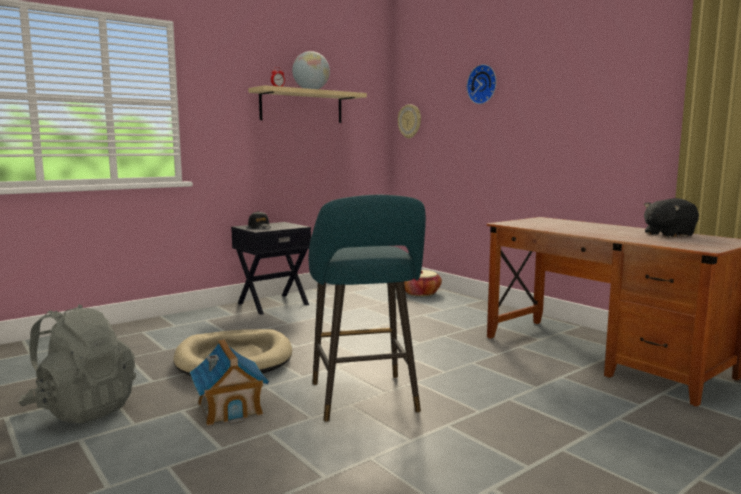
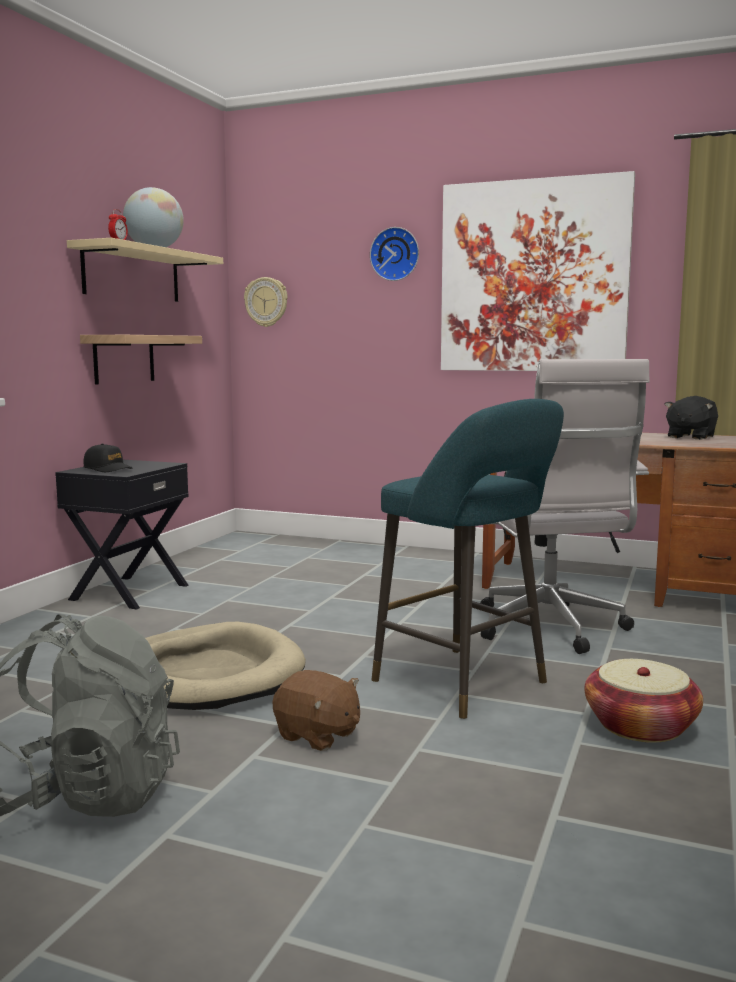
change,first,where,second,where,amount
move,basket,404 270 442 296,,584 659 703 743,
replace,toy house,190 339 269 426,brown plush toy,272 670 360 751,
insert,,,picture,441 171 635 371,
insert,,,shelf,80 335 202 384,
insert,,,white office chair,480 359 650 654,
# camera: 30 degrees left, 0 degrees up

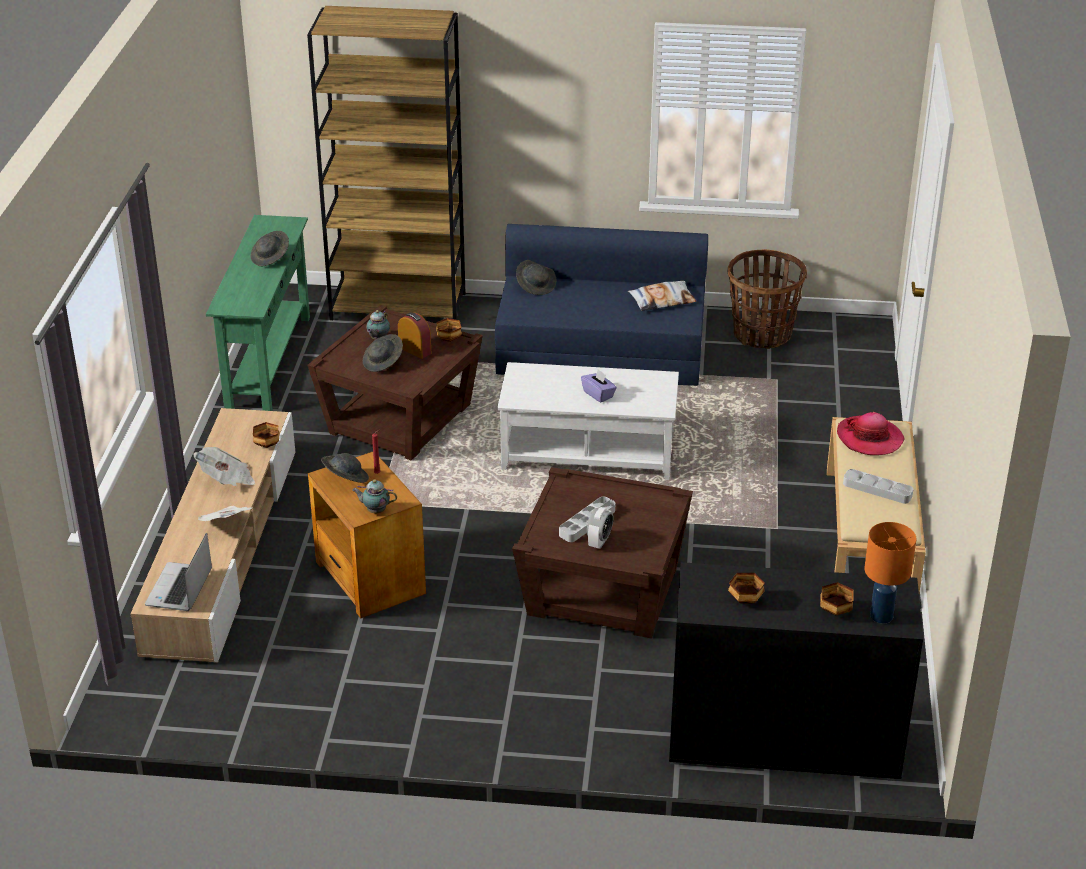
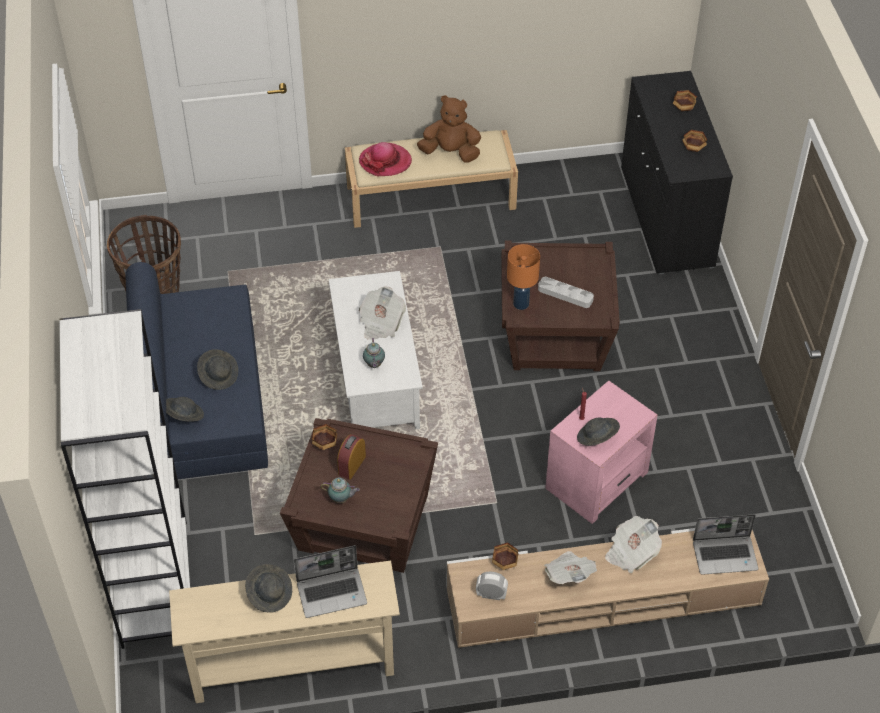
change,first,where,second,where,amount
recolor,brown bookcase,307 6 466 320,white bookcase,59 309 190 649,
recolor,green console table,206 215 310 411,beige console table,169 560 400 703,
delete,pillow,628 281 696 311,,,
move,grey hat,363 334 403 372,,197 349 238 390,
replace,purple tissue box,581 369 617 403,newspaper,359 286 406 340,
recolor,brown side table,308 452 426 618,pink side table,545 381 658 524,
replace,grey tray,843 469 914 504,brown plush toy,417 95 481 162,
move,teapot,352 479 397 513,,363 338 385 368,
move,alarm clock,587 507 613 549,,476 572 508 600,
move,orange table lamp,864 522 916 624,,507 244 540 310,
insert,,,laptop,294 545 367 618,
# camera: 105 degrees left, 15 degrees up

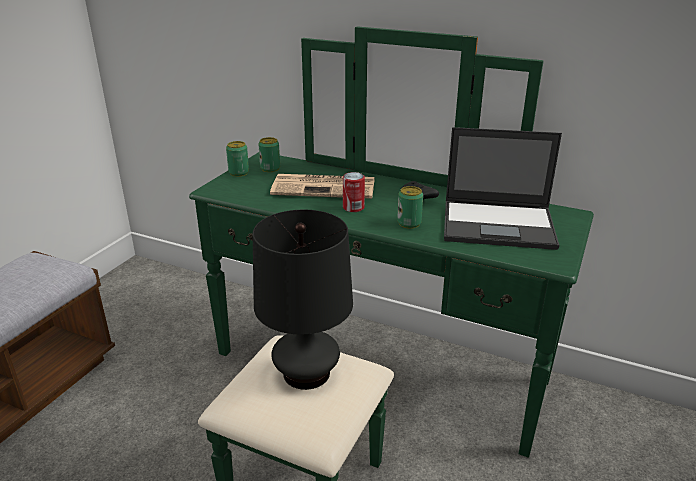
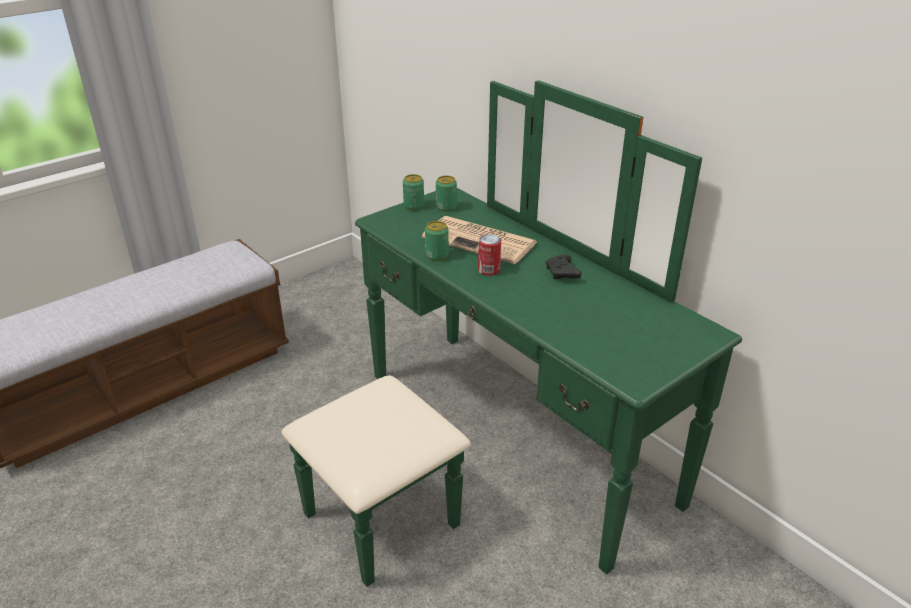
change,first,where,second,where,amount
delete,laptop,444 127 562 250,,,
move,can,397 186 423 229,,425 221 449 261,
delete,black table lamp,253 210 353 390,,,
# camera: 25 degrees right, 5 degrees up

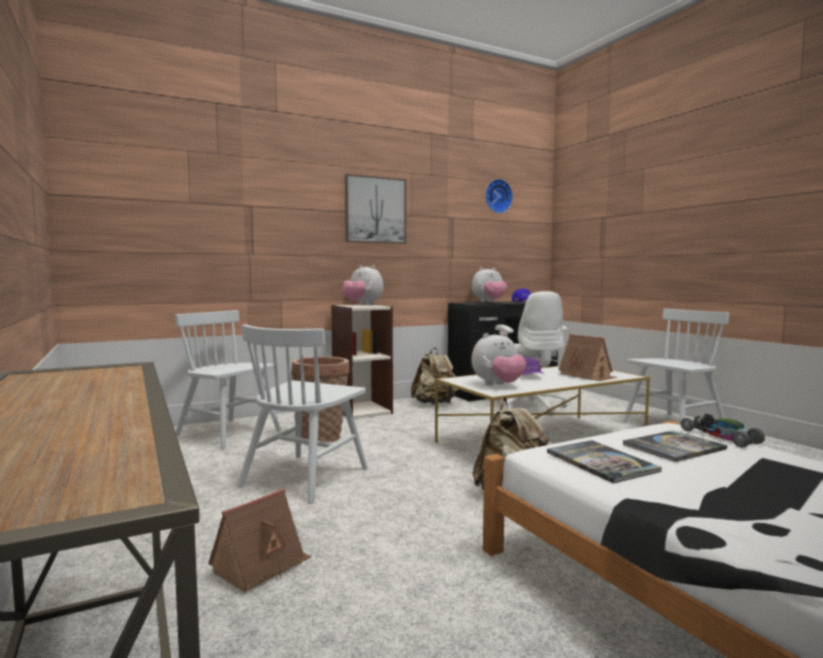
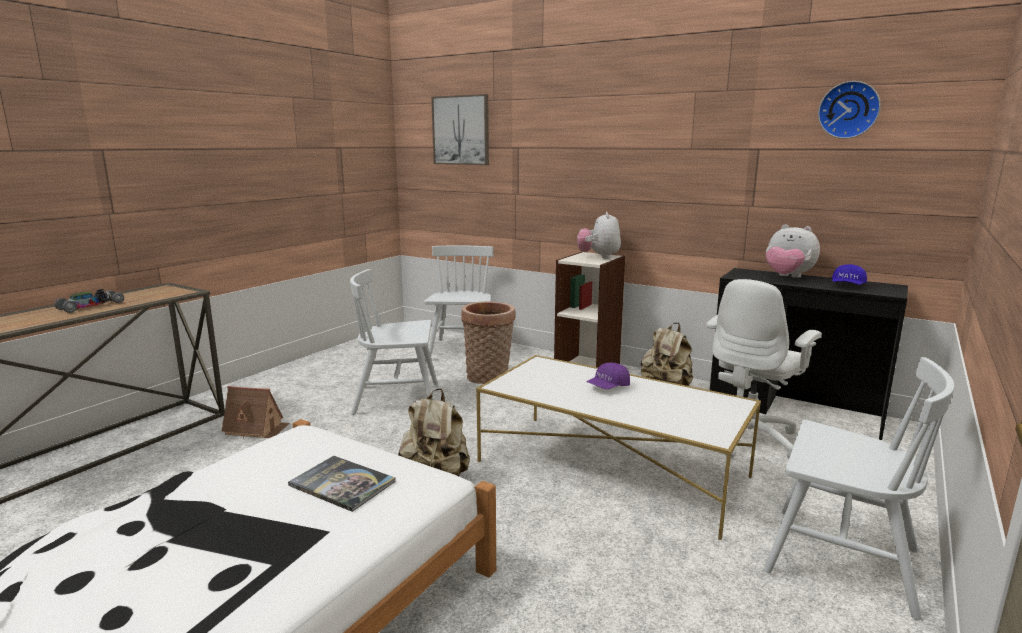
change,first,where,second,where,amount
move,picture,345 174 406 244,,431 94 489 165,
delete,plush toy,472 332 526 385,,,
delete,toy house,558 334 618 381,,,
move,toy car,680 414 765 447,,54 289 124 313,
delete,book,547 440 662 483,,,
# camera: 60 degrees right, 10 degrees up

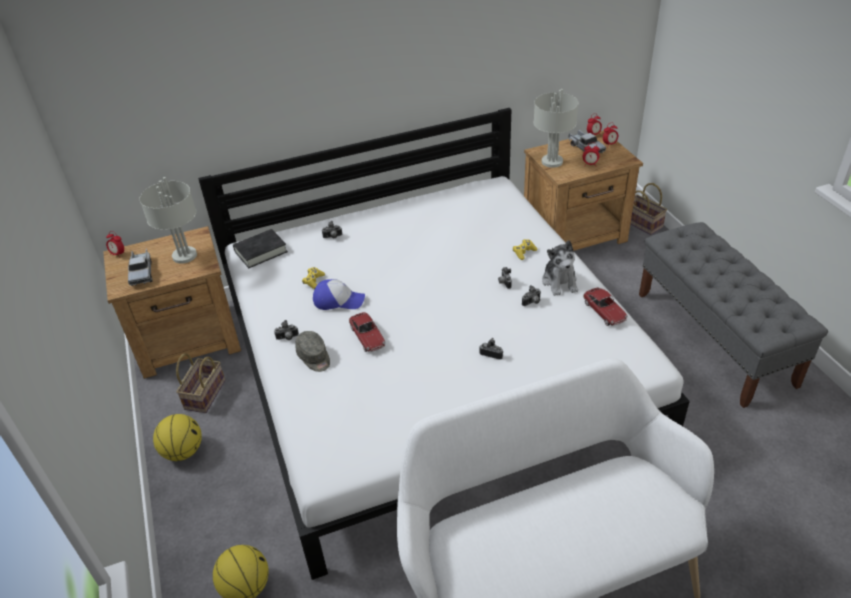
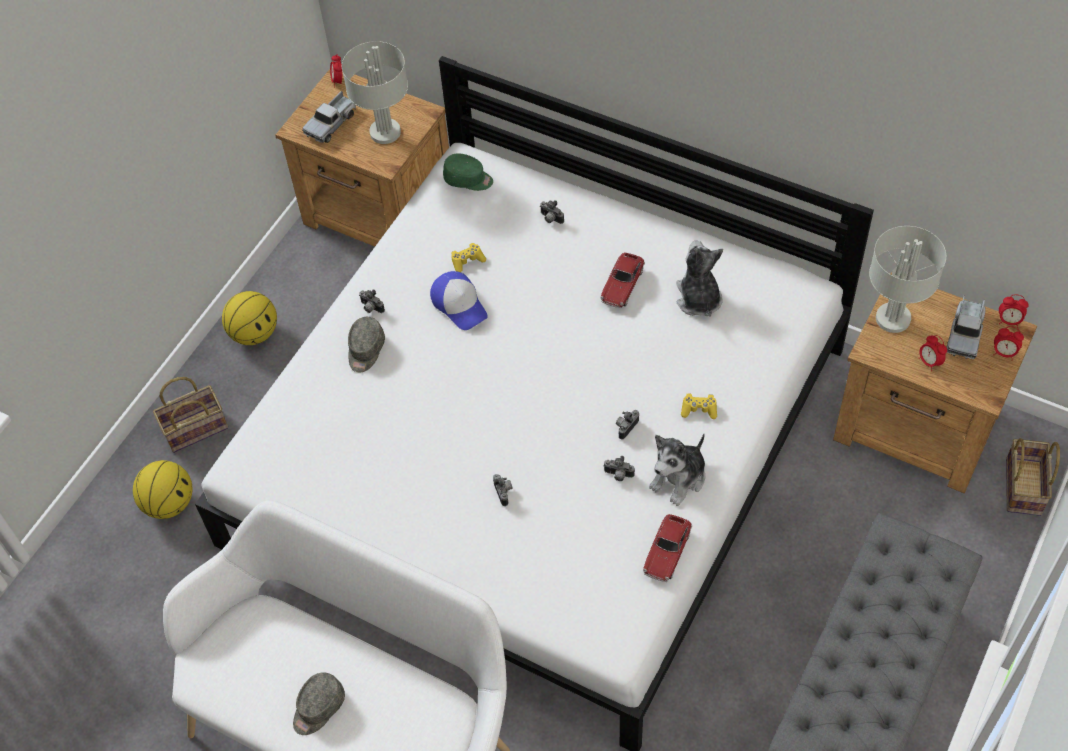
change,first,where,second,where,amount
replace,black book,233 229 288 268,green cap,443 153 493 191,
move,toy car,349 312 385 352,,600 253 645 308,
move,basket,176 353 225 413,,153 377 228 453,
insert,,,plush toy,676 240 723 317,
insert,,,grey cap,293 672 345 735,
# camera: 50 degrees right, 15 degrees up

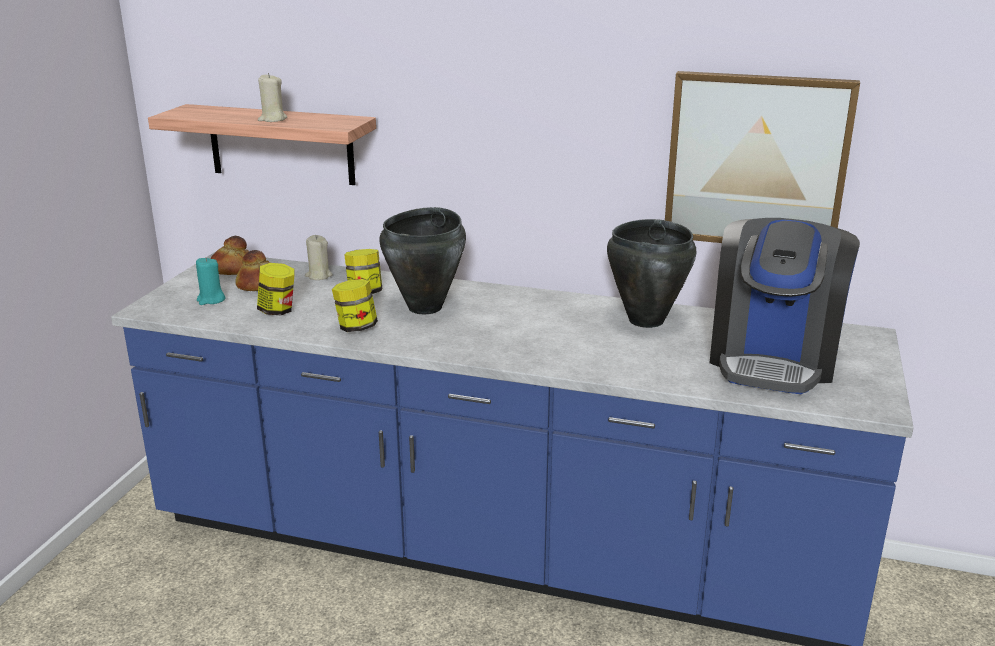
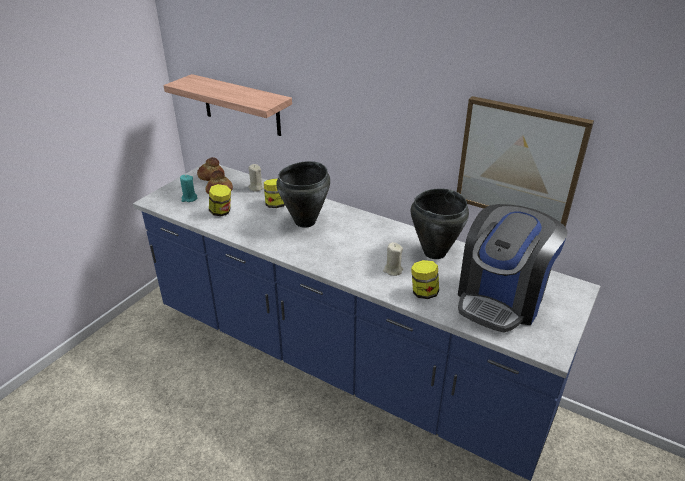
change,first,where,second,where,amount
move,beige candle,258 73 287 122,,383 242 403 276,
move,jar,332 279 378 332,,411 260 439 299,
# camera: 15 degrees right, 10 degrees up

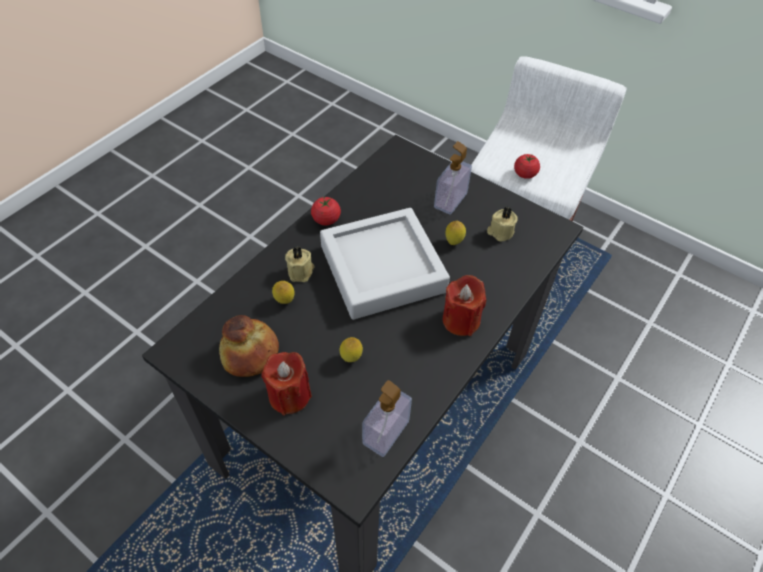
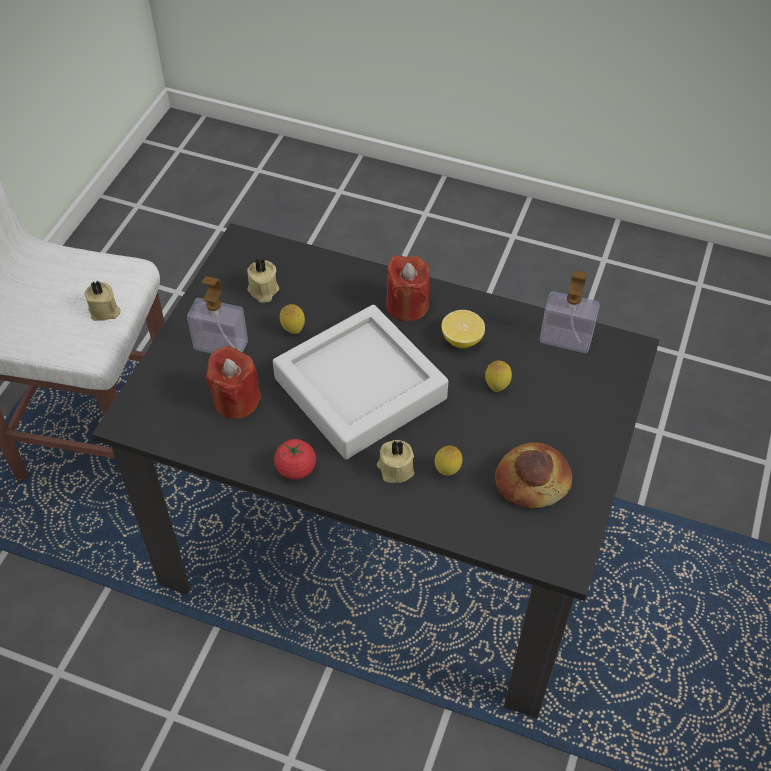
change,first,where,second,where,amount
replace,tomato,514 154 540 179,beige candle,84 281 121 321,
move,red candle,261 352 312 415,,206 346 261 419,
insert,,,lemon,441 310 485 348,
# camera: 105 degrees left, 0 degrees up

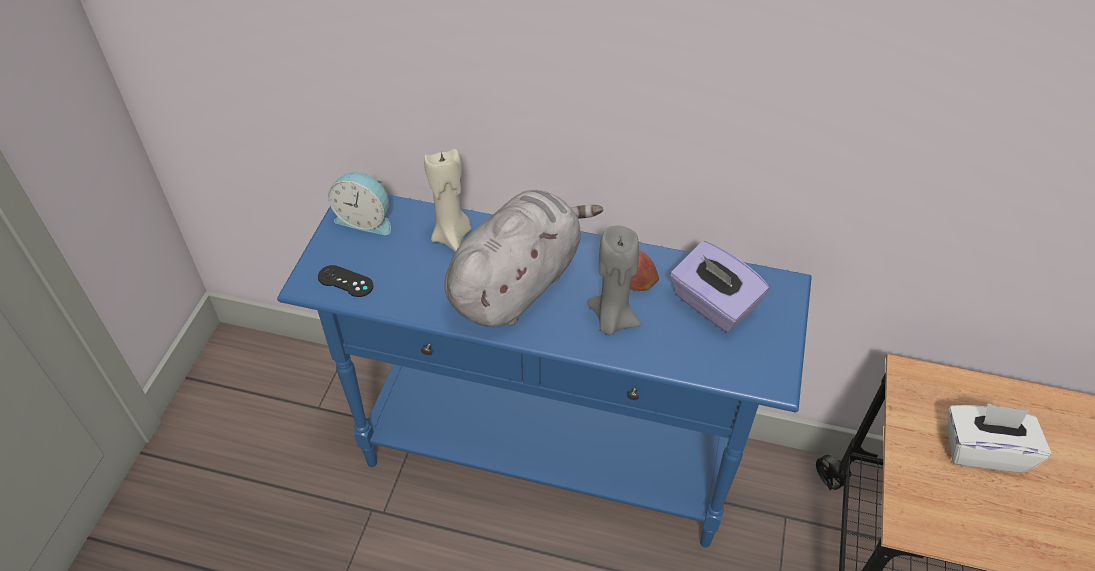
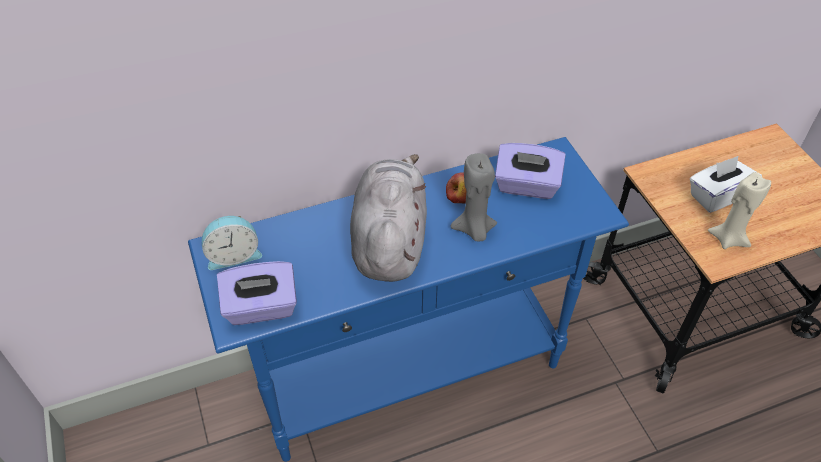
change,first,where,second,where,amount
move,beige candle,424 149 471 252,,708 172 771 249,
replace,black game controller,318 265 373 297,purple tissue box,217 261 297 325,
# camera: 35 degrees left, 0 degrees up

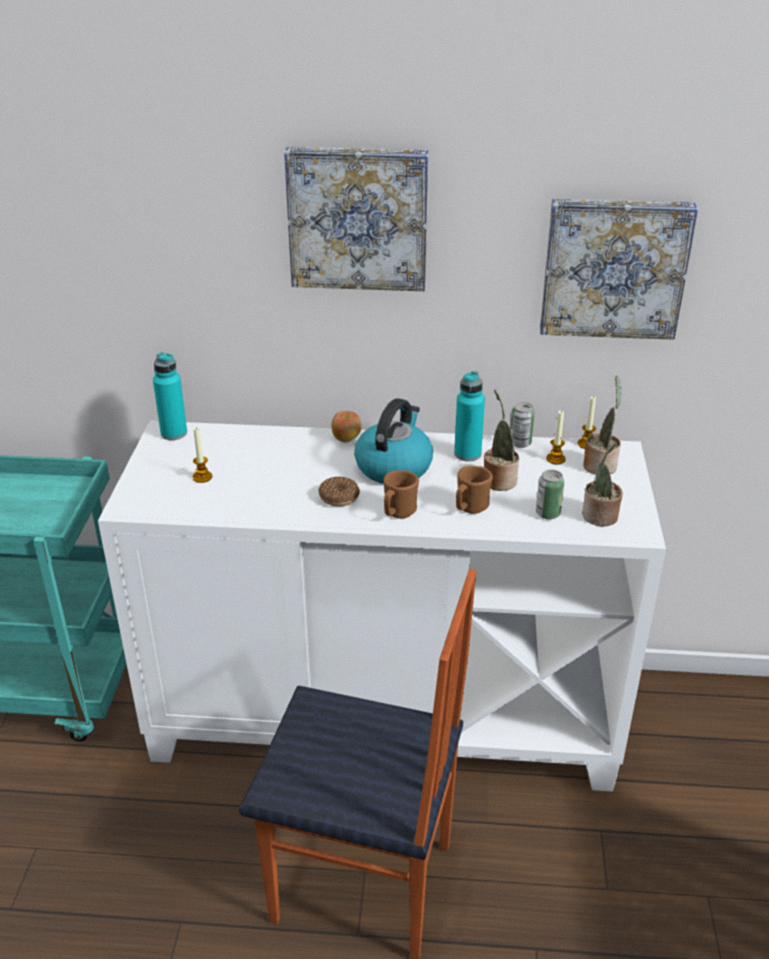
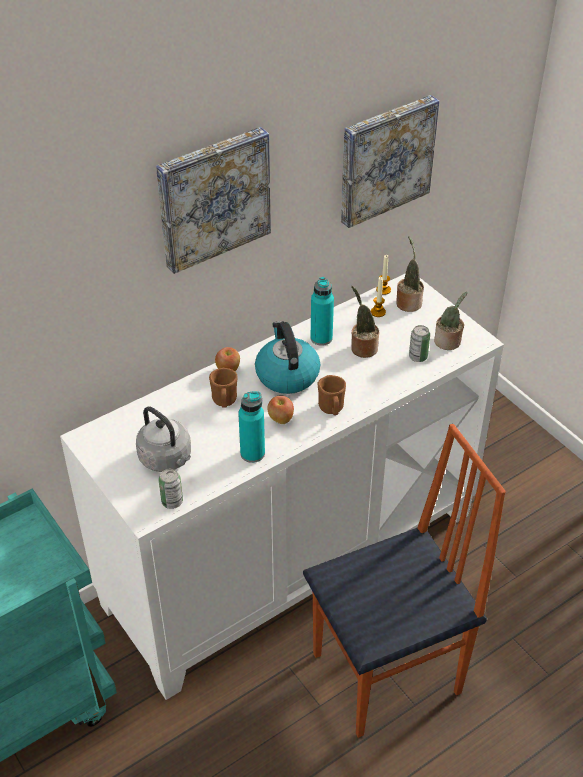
change,first,where,second,where,amount
move,turquoise bottle,153 352 187 440,,238 391 265 463,
move,can,510 402 535 448,,159 469 183 509,
replace,candle,192 427 212 483,grey kettle,136 407 191 472,
move,brown mug,456 466 493 514,,209 367 238 408,
replace,donut,319 477 360 506,apple,268 396 294 424,
# camera: 40 degrees left, 10 degrees up

